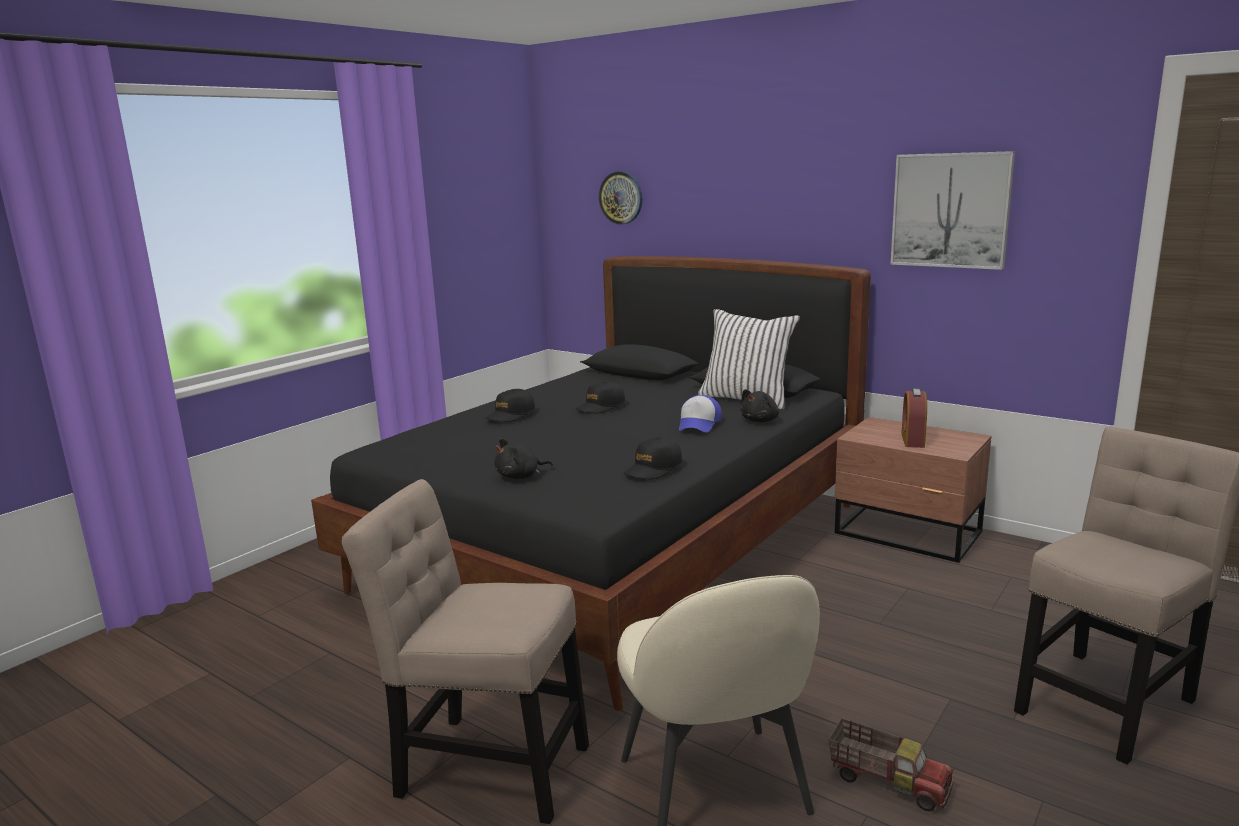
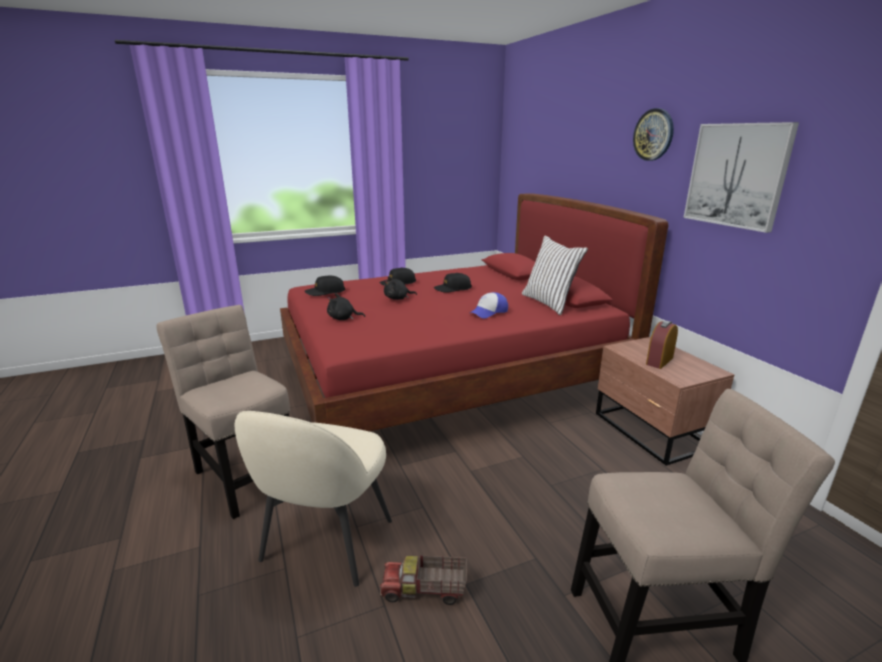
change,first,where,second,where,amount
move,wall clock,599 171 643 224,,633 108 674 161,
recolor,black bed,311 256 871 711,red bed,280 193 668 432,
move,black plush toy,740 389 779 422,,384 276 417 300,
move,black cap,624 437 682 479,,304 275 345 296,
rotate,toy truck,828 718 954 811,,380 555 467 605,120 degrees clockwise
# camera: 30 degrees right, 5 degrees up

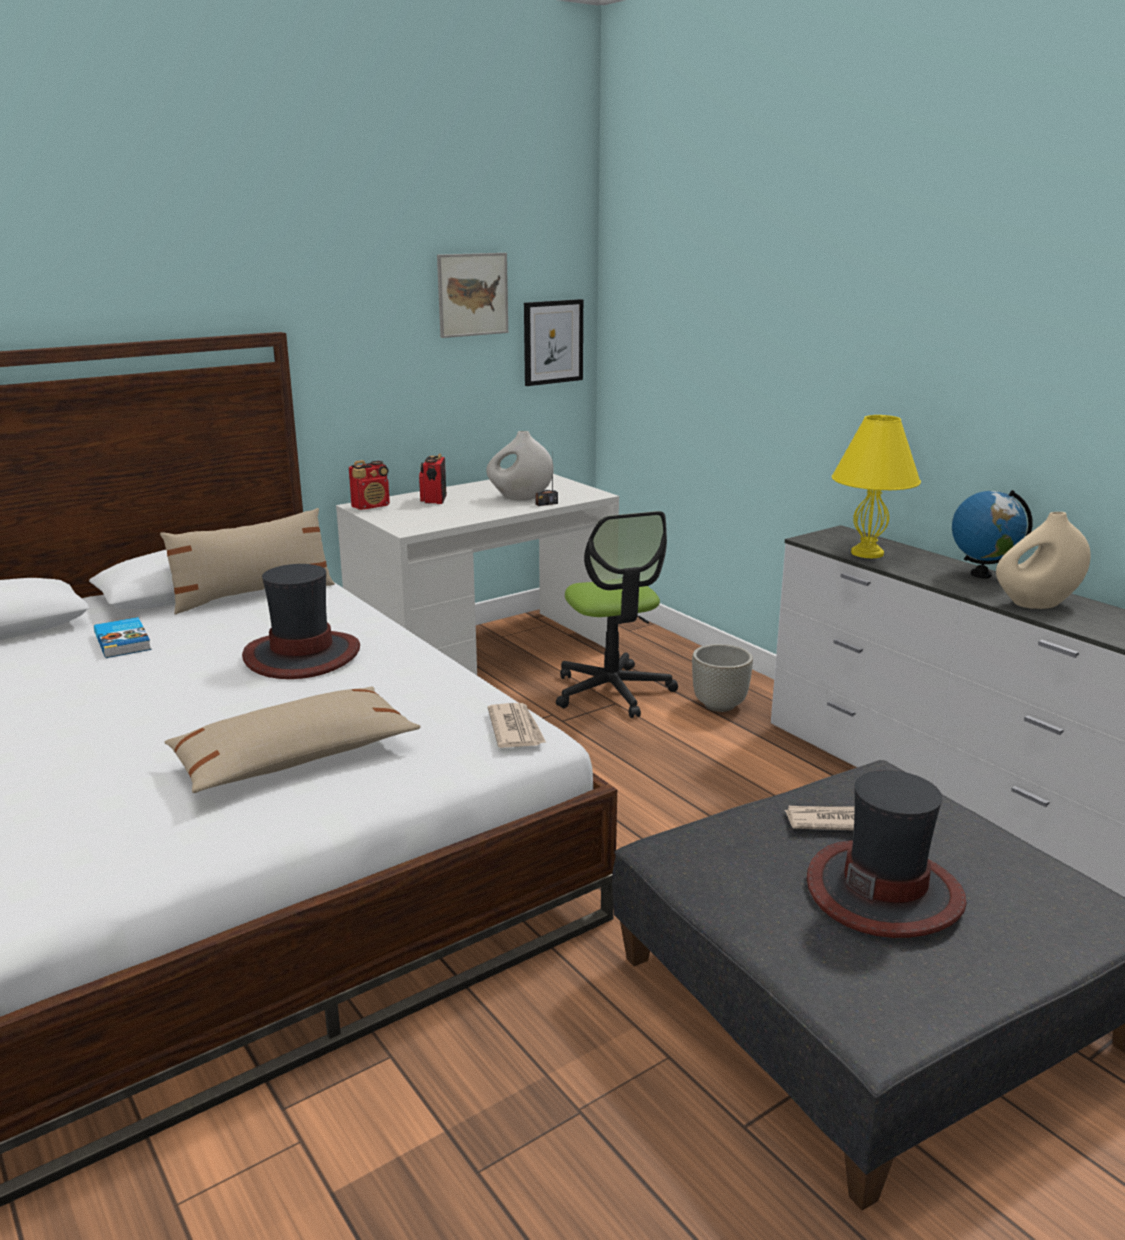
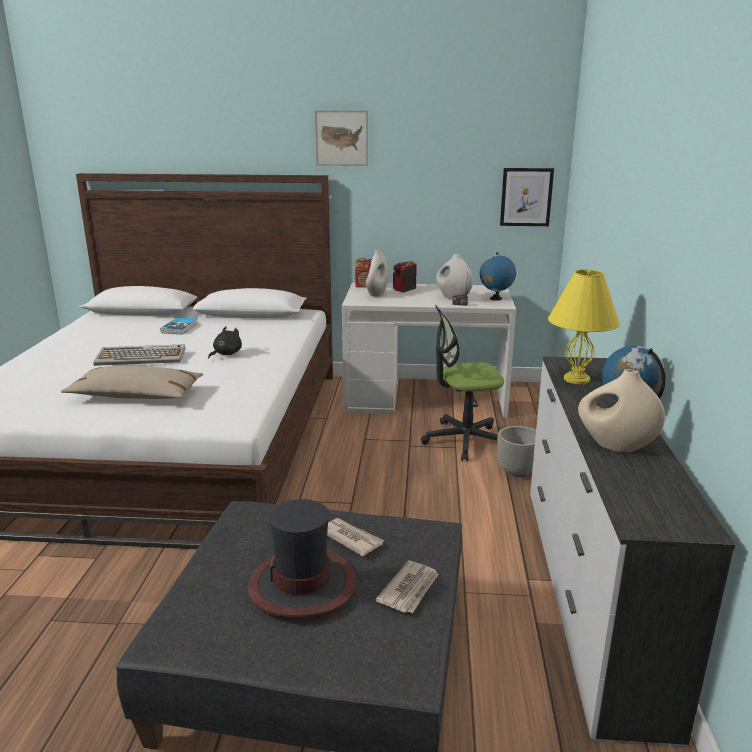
change,first,where,second,where,amount
move,picture,437 253 508 338,,315 110 368 166,
delete,beige pillow,160 508 335 615,,,
rotate,office chair,556 511 678 718,,421 305 504 462,60 degrees clockwise
replace,hat,242 564 360 679,black plush toy,208 326 242 358,
move,newspaper,488 703 546 748,,376 561 439 613,
insert,,,white vase,366 249 389 297,
insert,,,globe,480 252 516 301,
insert,,,keyboard,93 344 185 366,
# camera: 40 degrees right, 0 degrees up

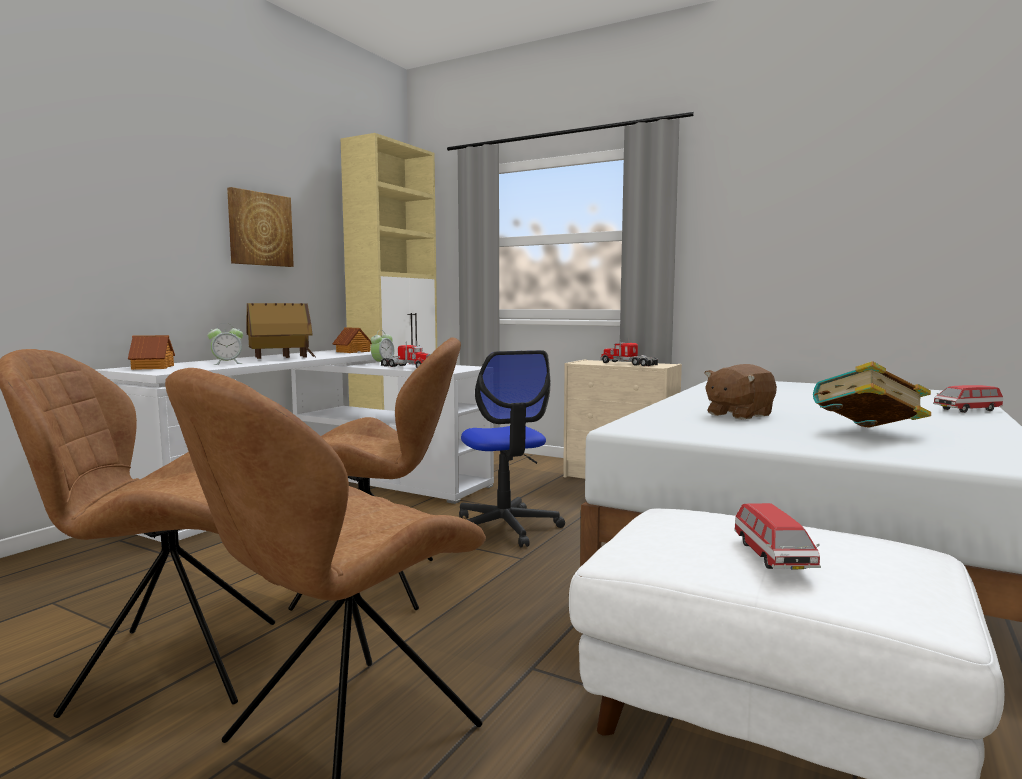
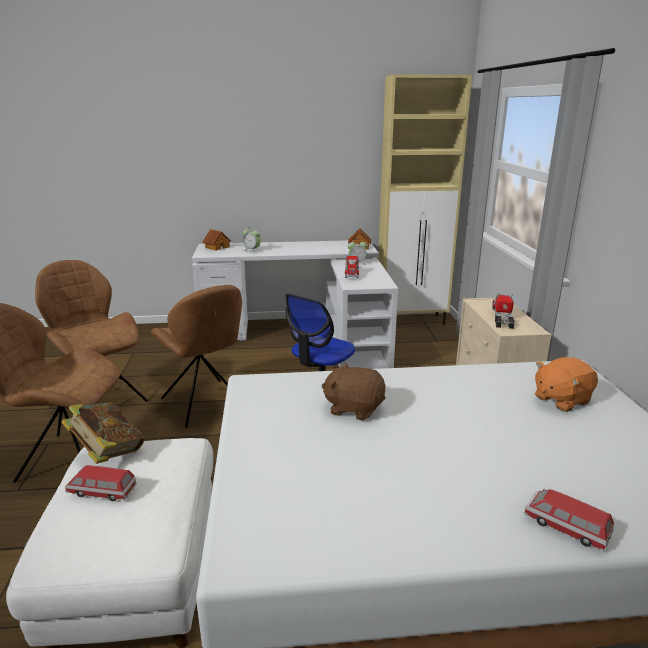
change,first,where,second,where,amount
delete,picture,227 187 294 267,,,
delete,toy house,246 303 316 359,,,
move,book,813 361 931 428,,61 403 144 464,
rotate,toy car,734 503 821 569,,65 465 137 501,45 degrees clockwise
insert,,,orange plush toy,535 357 598 412,
# camera: 55 degrees right, 15 degrees up

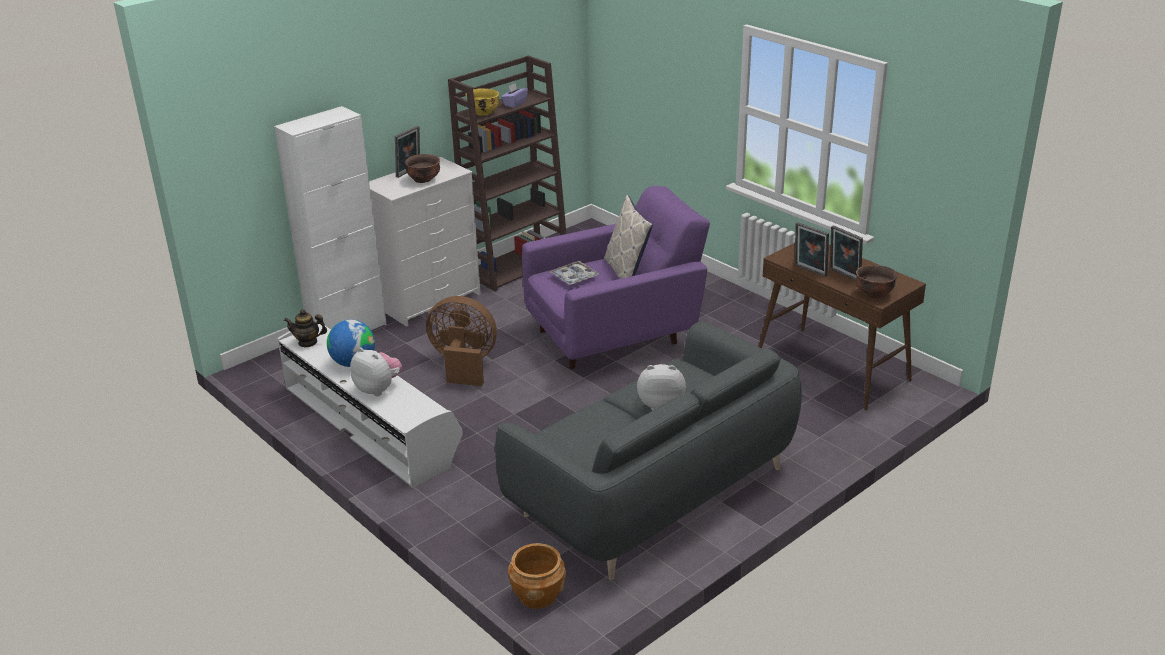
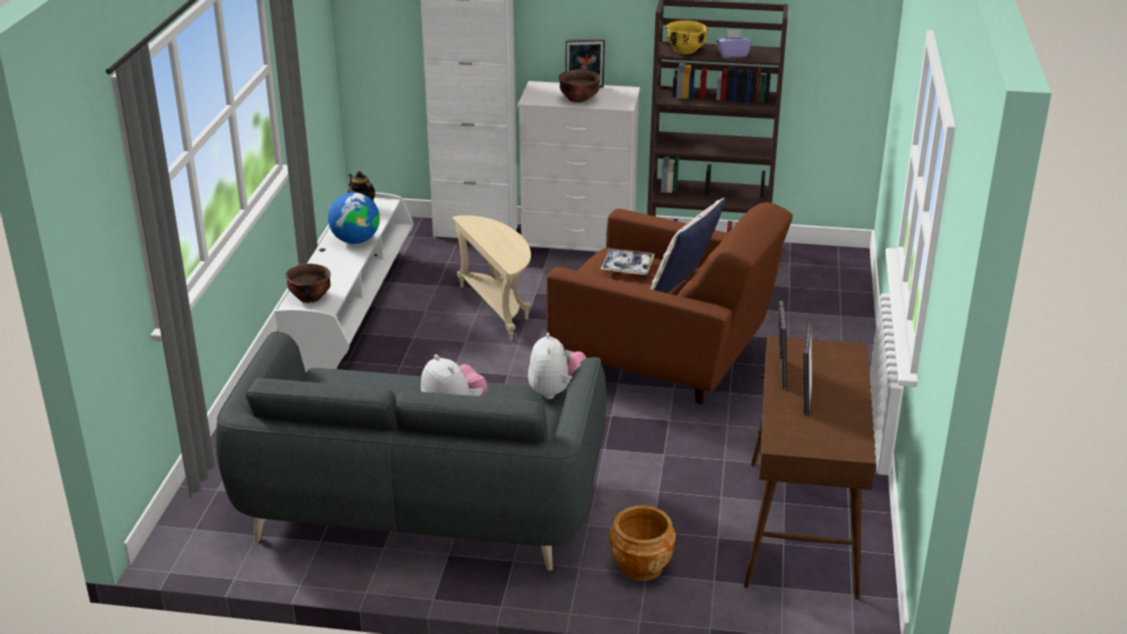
change,first,where,second,where,amount
recolor,purple armchair,522 186 710 369,brown armchair,546 202 793 404,
move,brown bowl,856 265 897 299,,285 264 331 303,
replace,brown fan,426 296 497 386,beige side table,452 215 531 341,
move,plush toy,350 348 402 396,,528 333 586 399,
move,brown planter,508 543 566 609,,609 505 676 581,
# camera: 50 degrees right, 0 degrees up

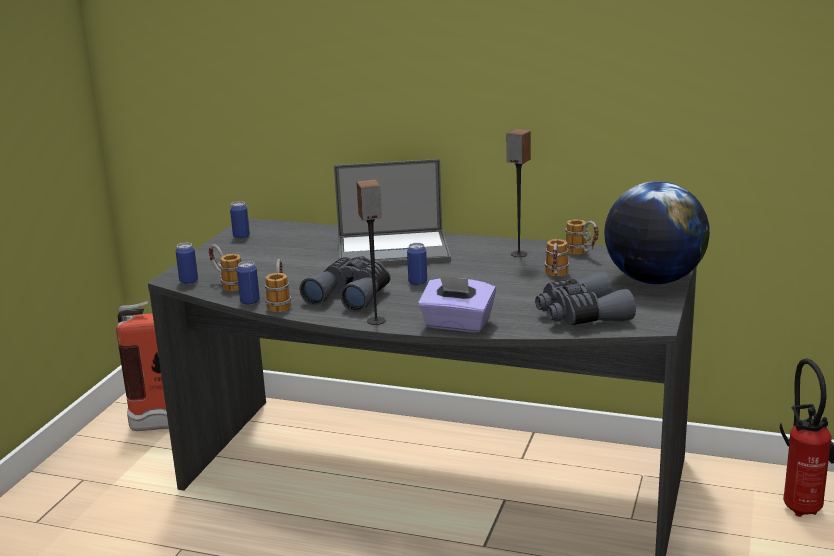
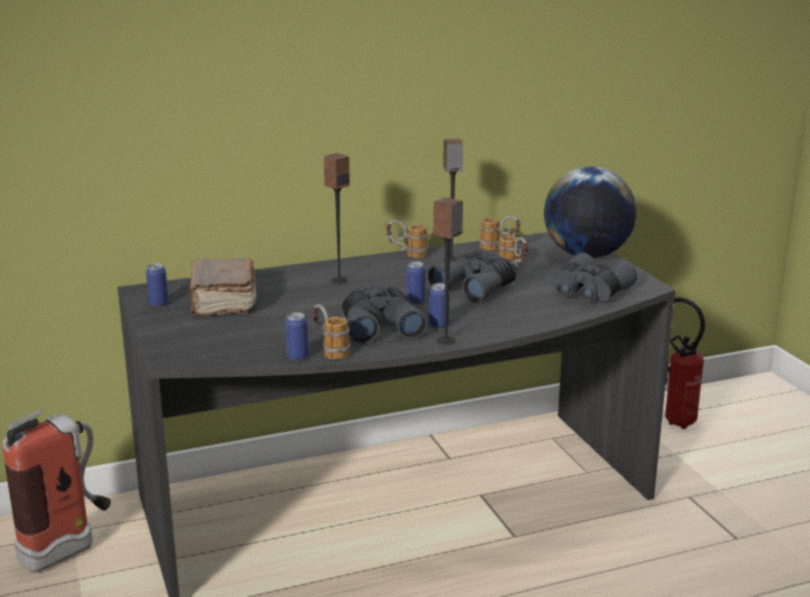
change,first,where,second,where,amount
replace,laptop,334 159 451 266,speaker,324 153 350 284,
move,can,176 243 198 284,,429 283 449 329,
move,mug,208 244 241 291,,386 220 428 258,
delete,purple tissue box,418 275 496 333,,,
insert,,,grey binoculars,428 251 517 303,
insert,,,brown book,189 258 256 316,
# camera: 40 degrees left, 0 degrees up

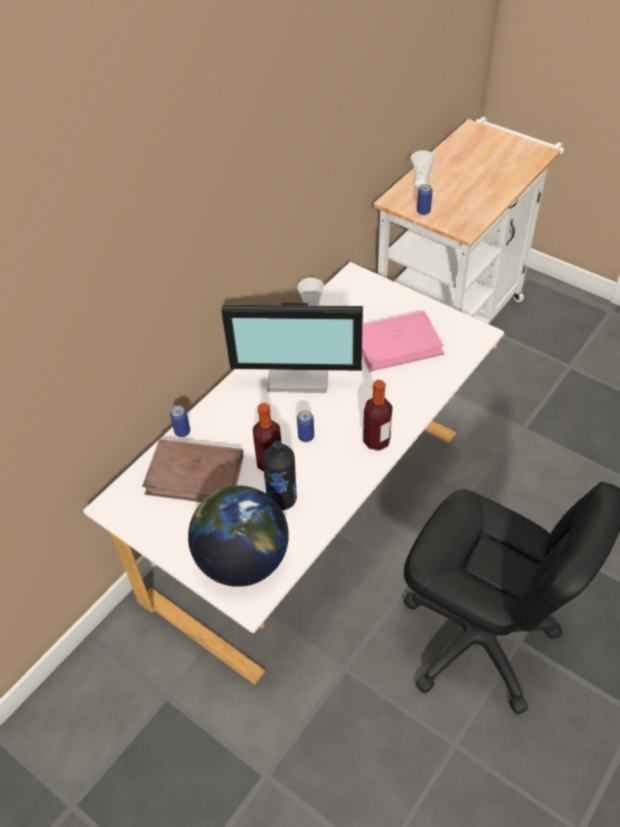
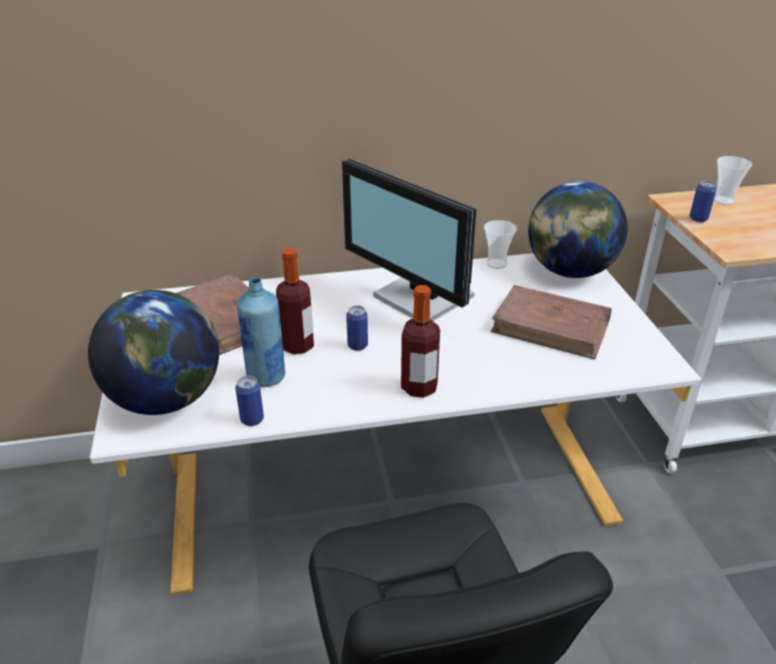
change,first,where,second,where,amount
recolor,pink book,362 311 445 372,brown book,491 285 612 359,
move,can,170 406 190 437,,235 376 264 426,
recolor,black bottle,263 441 297 510,blue bottle,237 277 285 387,
insert,,,globe,528 181 628 278,
# camera: 40 degrees right, 15 degrees down

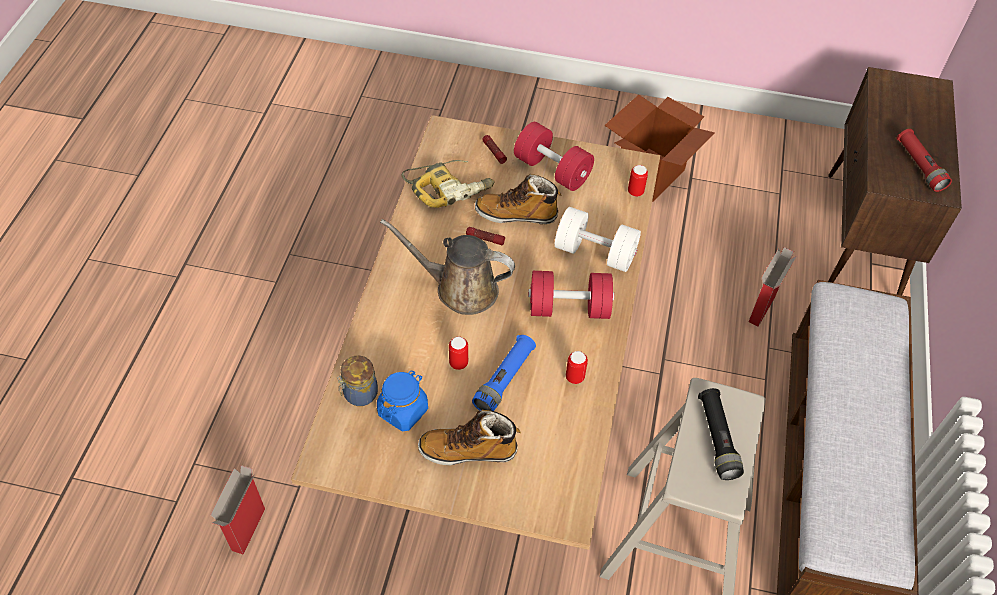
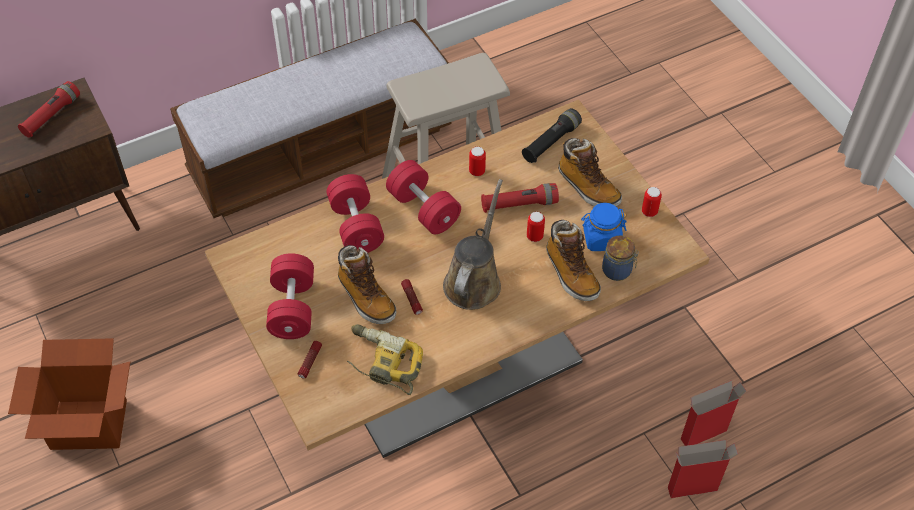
change,first,where,second,where,amount
move,can,628 165 648 197,,642 187 662 217,
recolor,white dumbbell,555 207 641 272,red dumbbell,327 174 384 253,
rotate,brown watering can,380 219 515 315,,443 179 503 310,135 degrees counterclockwise
move,cardboard box,748 247 797 327,,668 440 738 498,
recolor,blue flashlight,472 335 536 411,red flashlight,481 183 559 213,
move,black flashlight,698 388 744 480,,522 108 582 163,
insert,,,boot,546 220 601 301,
# camera: 130 degrees left, 0 degrees up

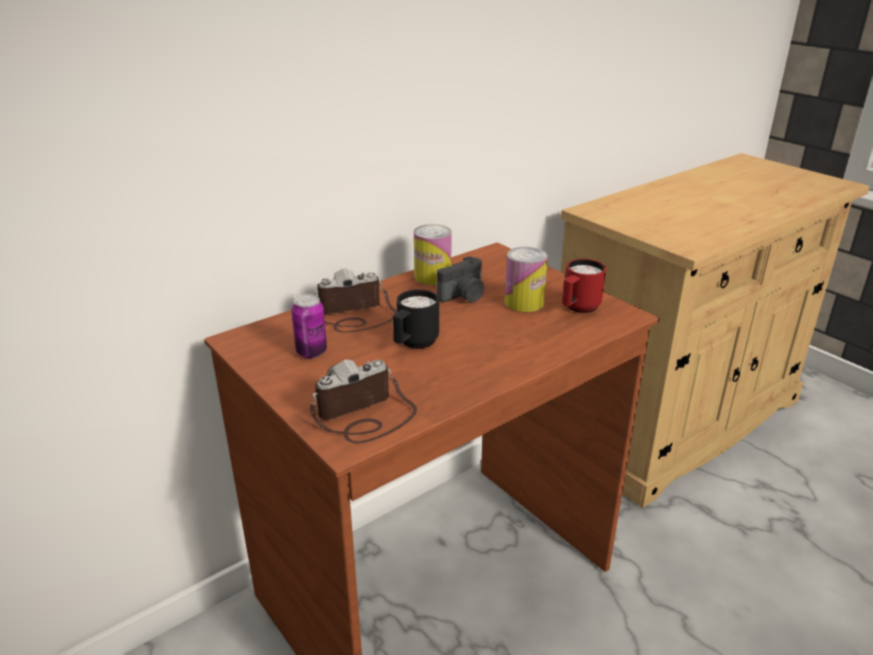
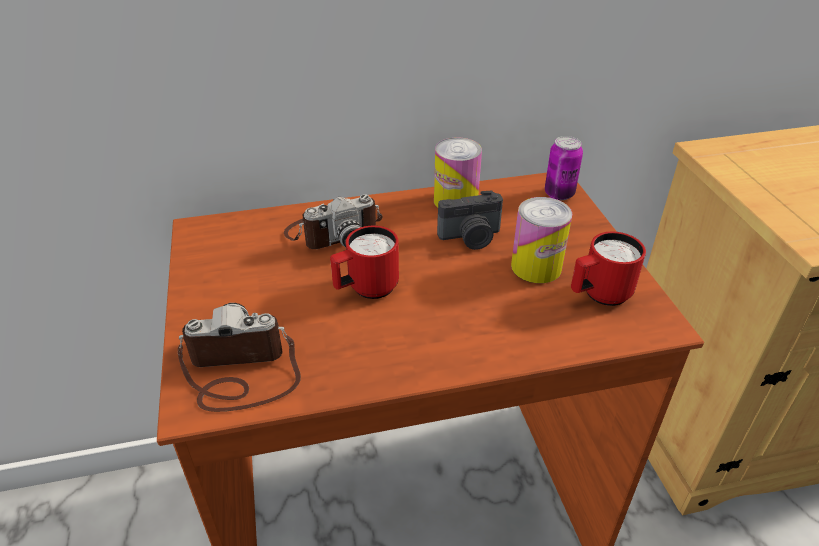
change,first,where,second,where,amount
rotate,photo camera,314 268 397 333,,284 194 382 249,150 degrees clockwise
recolor,black mug,393 289 439 349,red mug,330 226 399 299,
move,can,291 294 327 358,,545 136 583 200,
# camera: 25 degrees right, 10 degrees up

